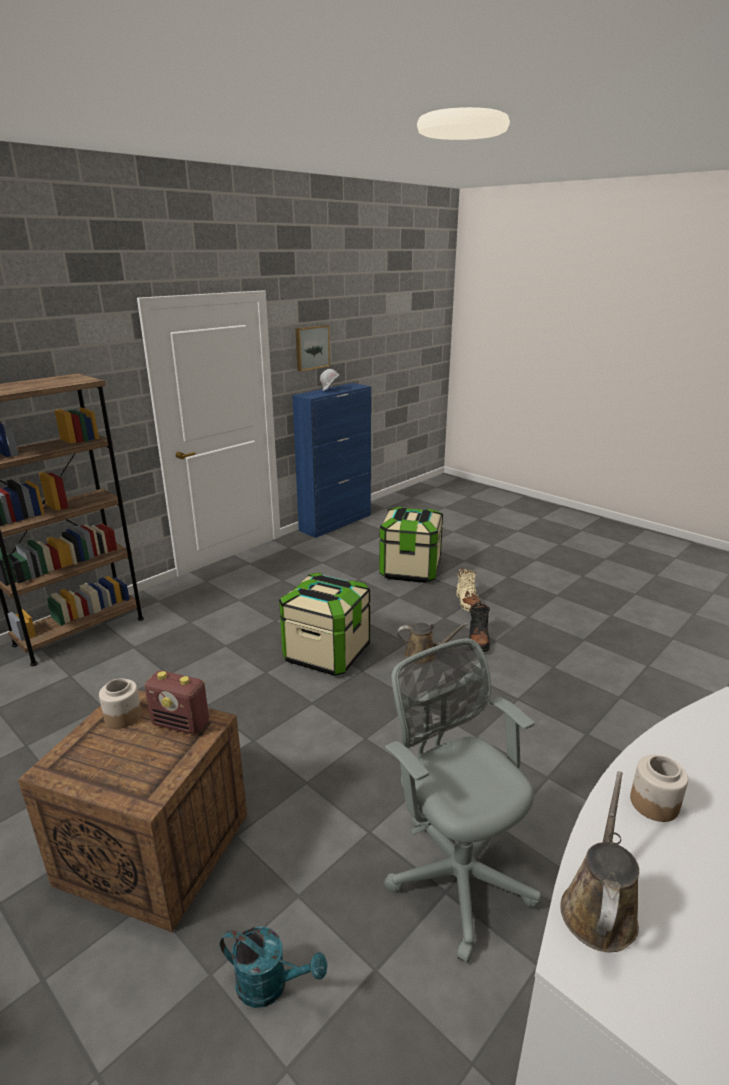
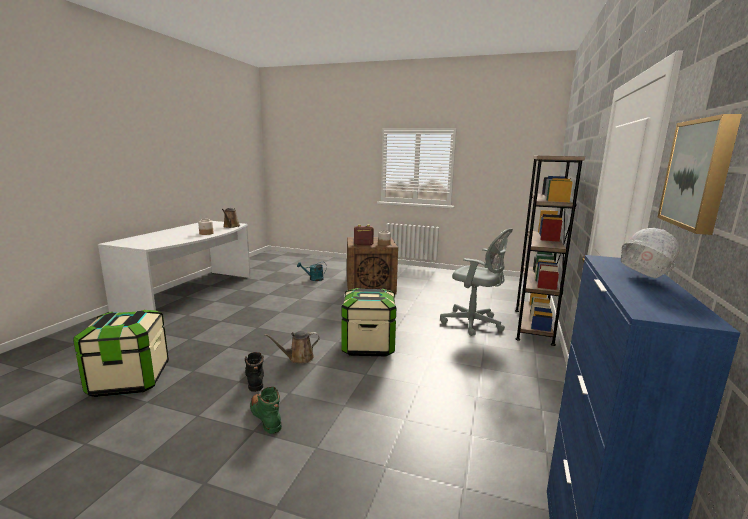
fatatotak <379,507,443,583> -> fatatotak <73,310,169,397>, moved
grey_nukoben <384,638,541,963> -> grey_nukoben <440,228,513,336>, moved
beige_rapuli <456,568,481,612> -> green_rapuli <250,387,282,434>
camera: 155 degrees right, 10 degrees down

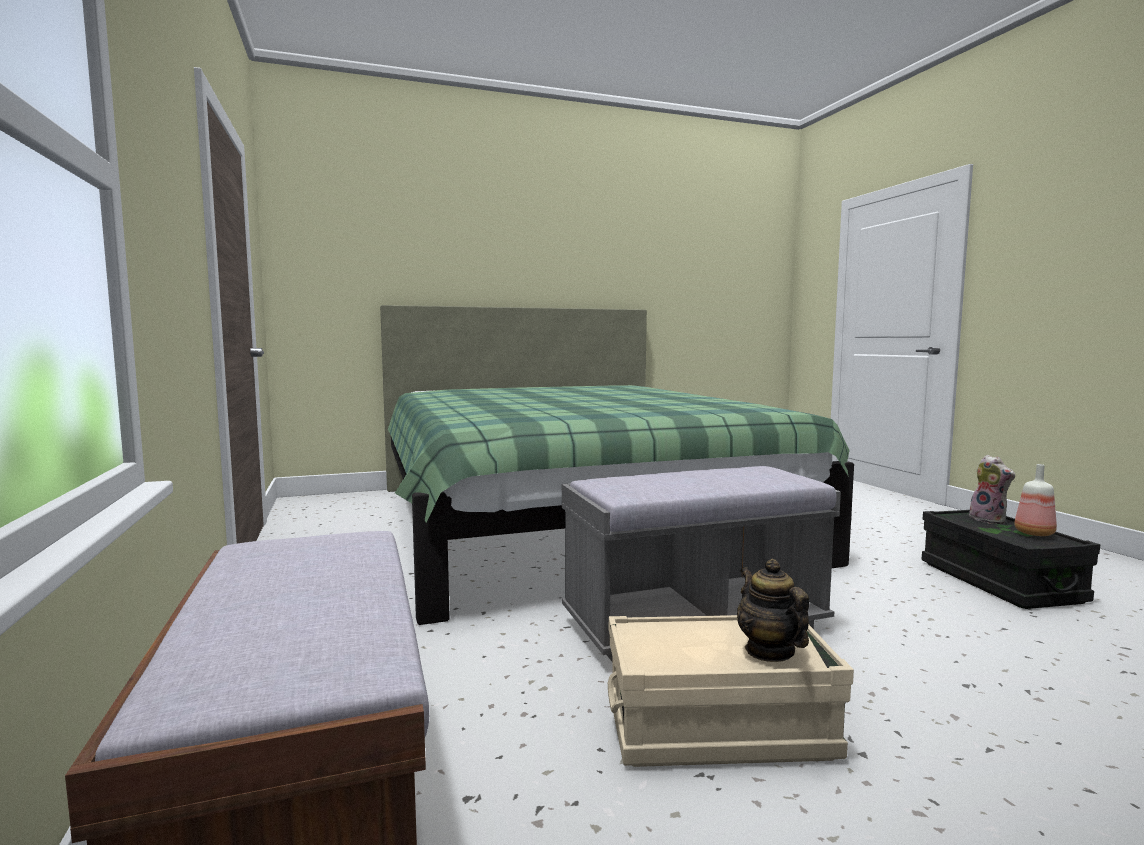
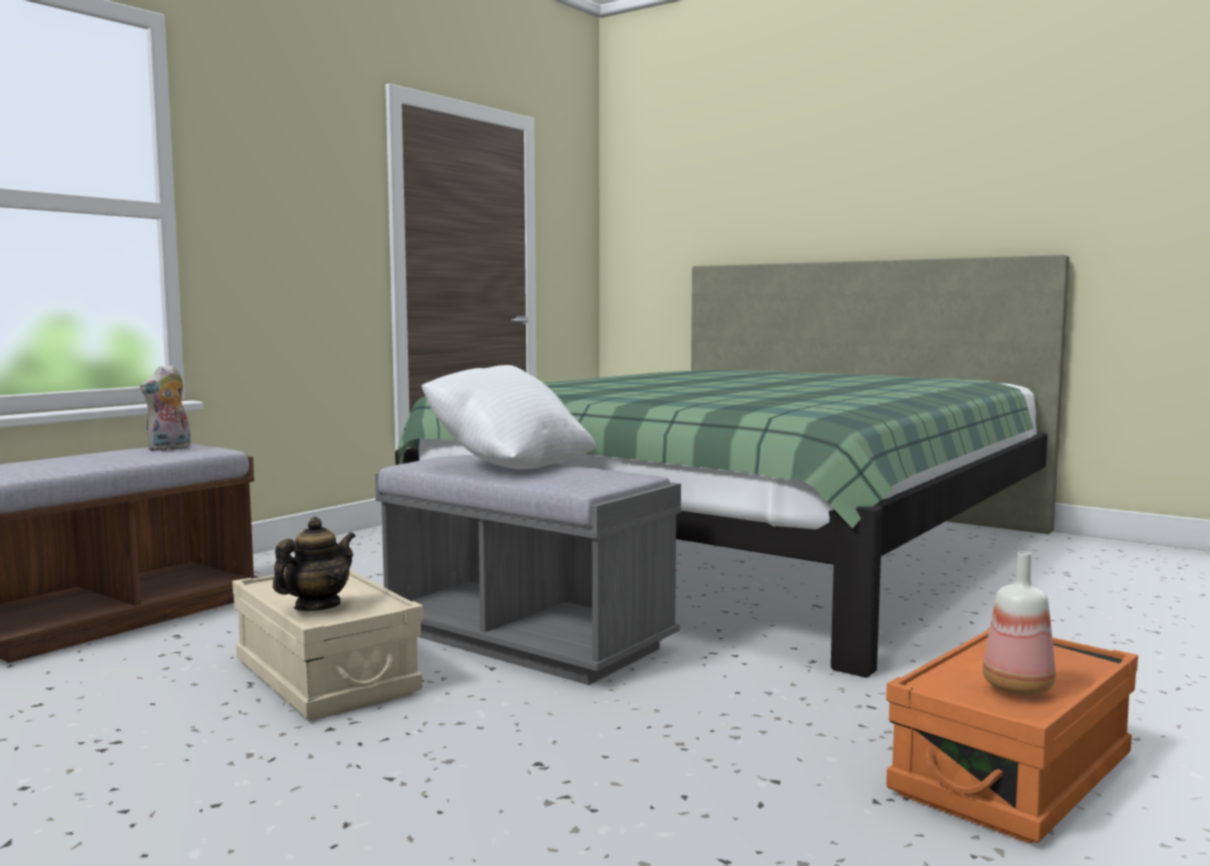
none -> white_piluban <421,365,596,469>
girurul <964,455,1015,524> -> girurul <140,365,191,451>, moved
black_fatatotak <922,510,1100,609> -> orange_fatatotak <886,627,1138,843>
camera: 55 degrees right, 0 degrees up

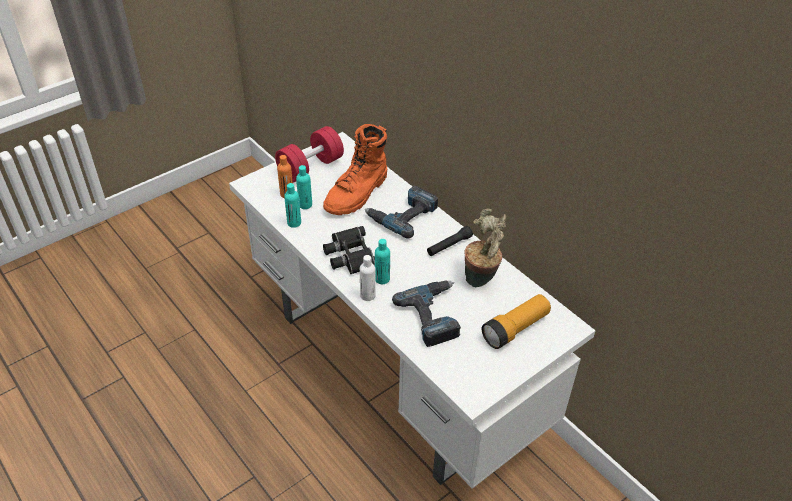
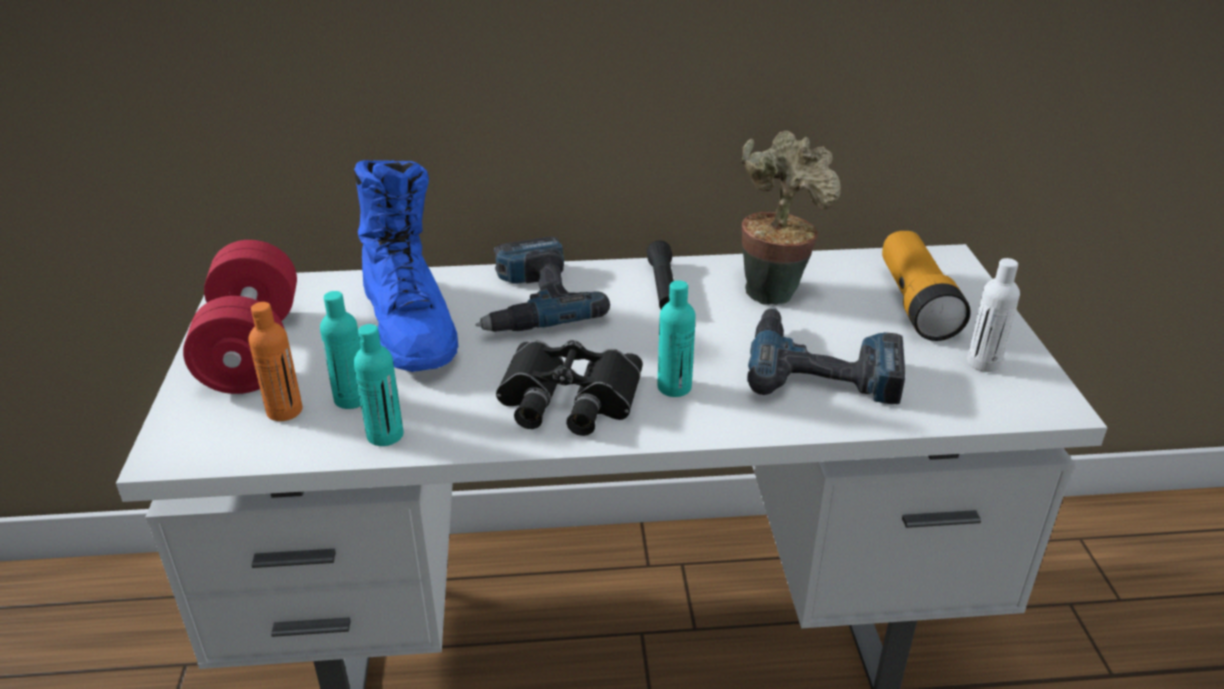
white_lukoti <360,255,376,301> -> white_lukoti <967,258,1020,372>, moved
orange_rapuli <323,124,387,215> -> blue_rapuli <354,160,458,372>
camera: 55 degrees left, 10 degrees down

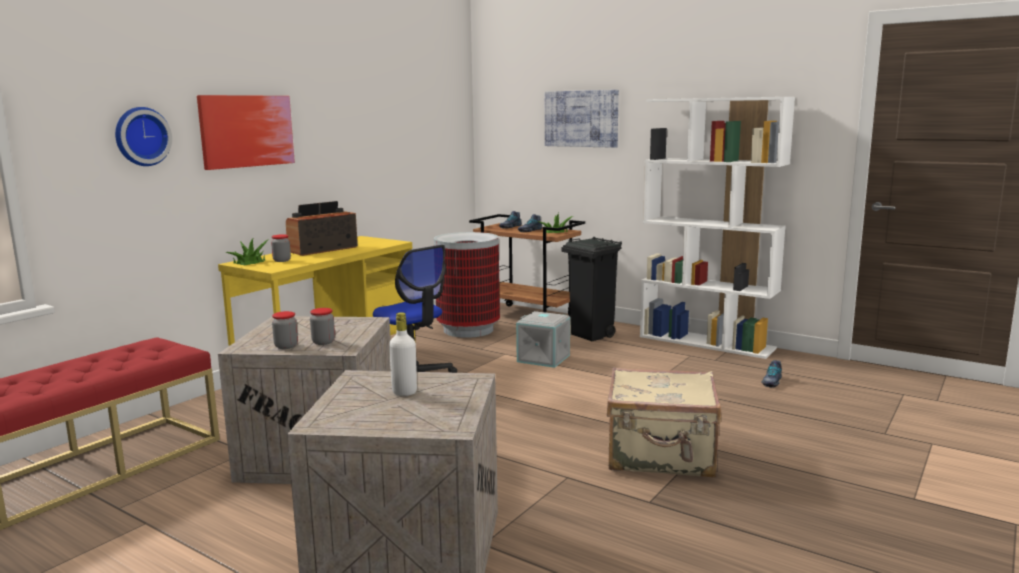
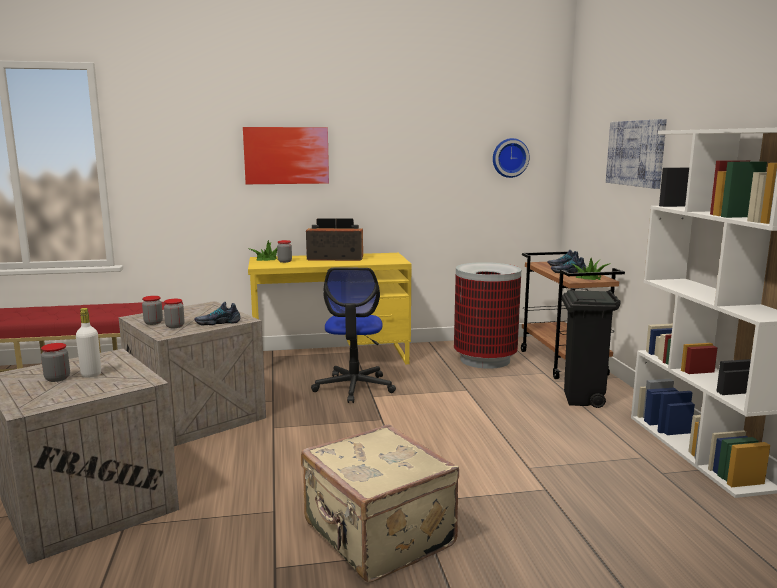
grey_fatatotak <516,311,570,368> -> none
none -> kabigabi <41,343,70,382>
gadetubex <115,107,172,166> -> gadetubex <493,138,530,178>, moved
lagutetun <762,360,782,388> -> lagutetun <194,302,241,325>, moved
camera: 45 degrees right, 0 degrees up

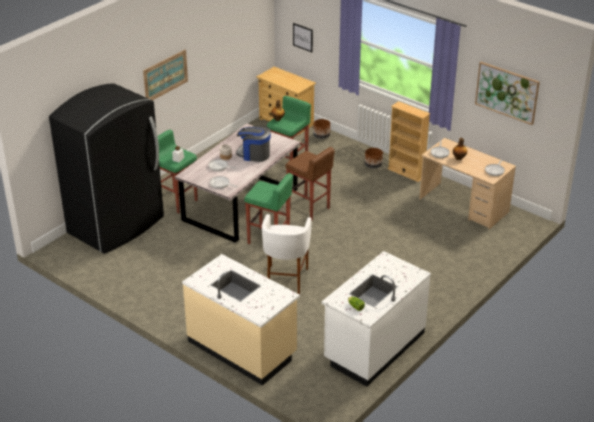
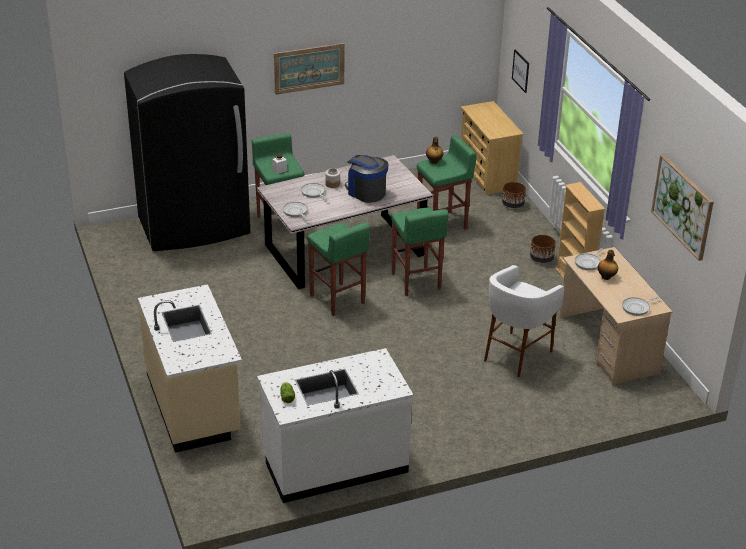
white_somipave <262,214,312,295> -> white_somipave <484,265,564,377>, moved
brown_somipave <285,147,334,220> -> green_somipave <391,207,448,296>
camera: 30 degrees right, 0 degrees up

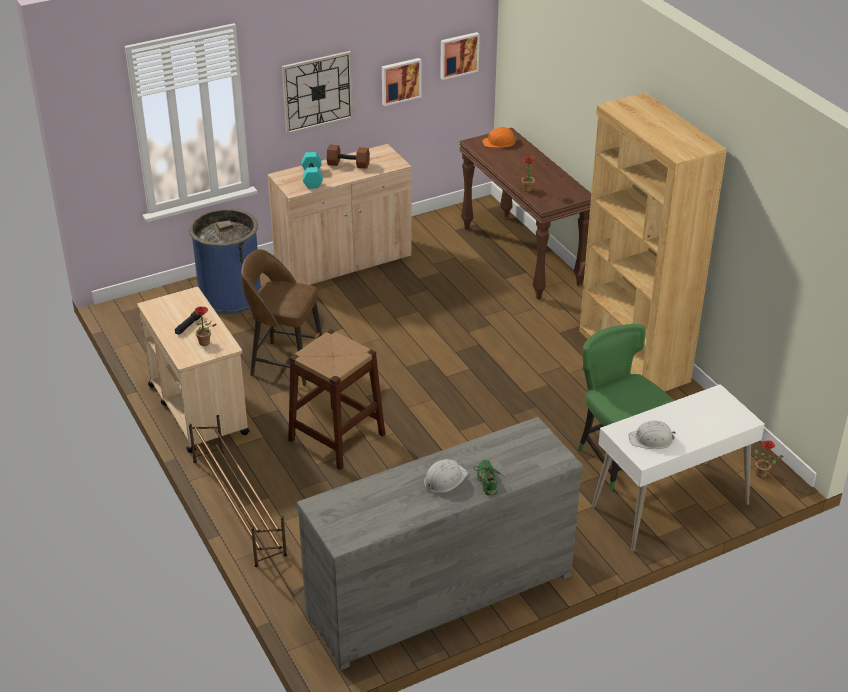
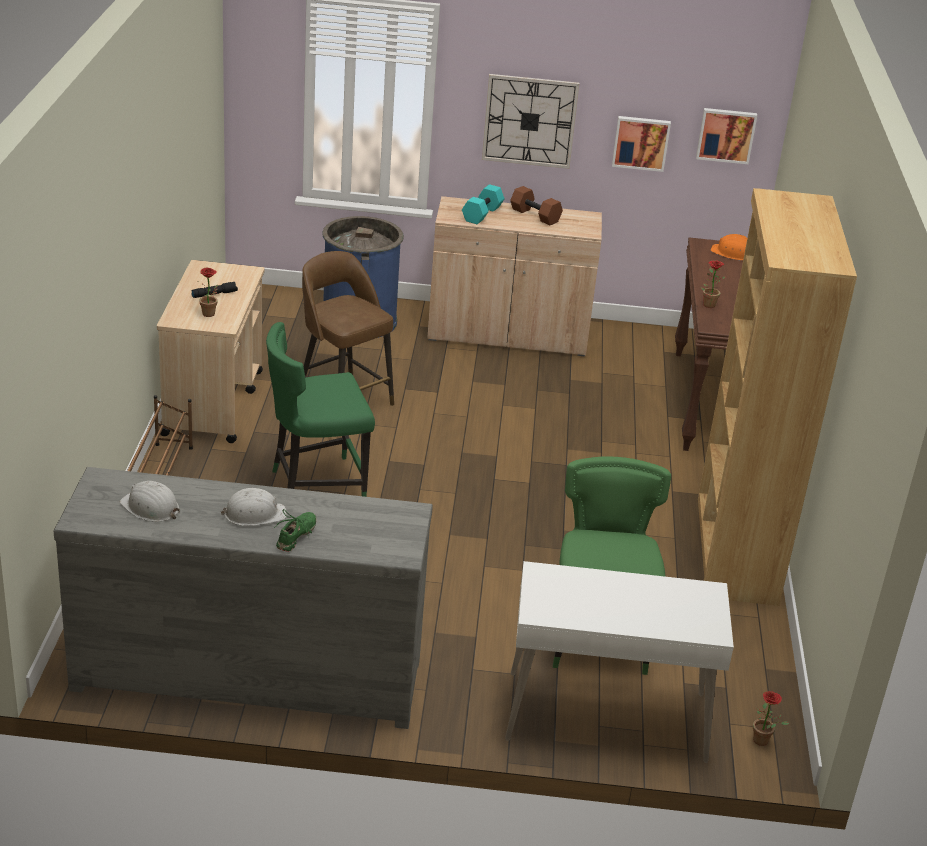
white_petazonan <629,421,676,449> -> white_petazonan <120,481,180,522>, moved
brown_somipave <288,329,386,470> -> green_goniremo <266,322,375,497>
camera: 30 degrees right, 5 degrees down

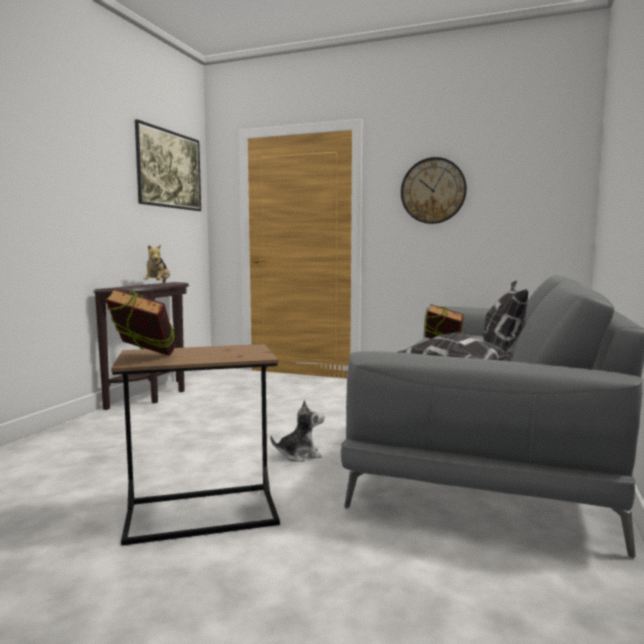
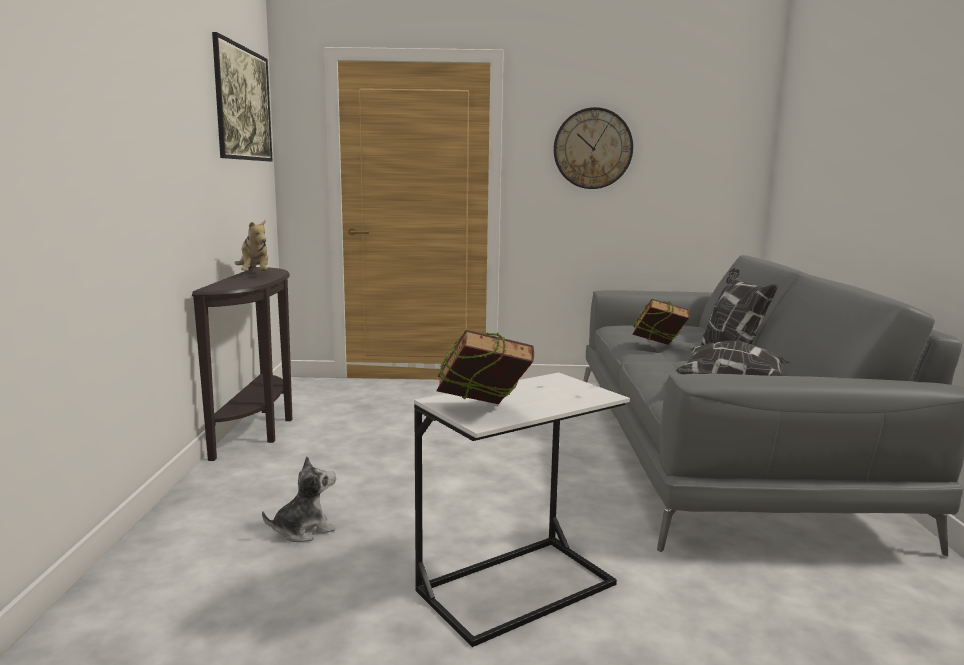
girurul <271,400,324,462> -> girurul <262,456,336,542>, moved
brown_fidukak <111,344,280,546> -> white_fidukak <414,372,630,647>
camera: 20 degrees left, 5 degrees up

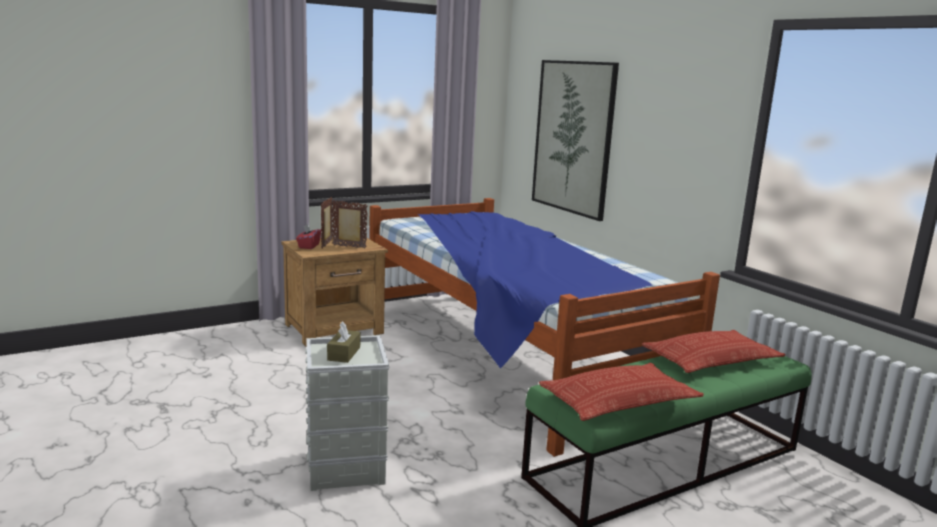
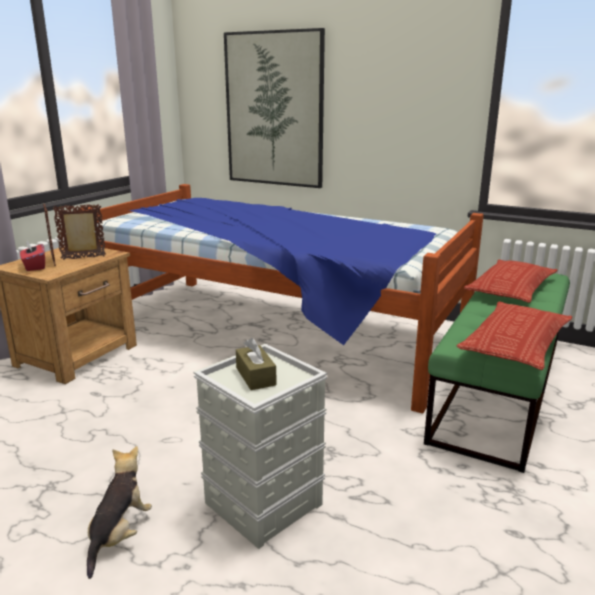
none -> girurul <87,446,152,579>
camera: 30 degrees left, 5 degrees up

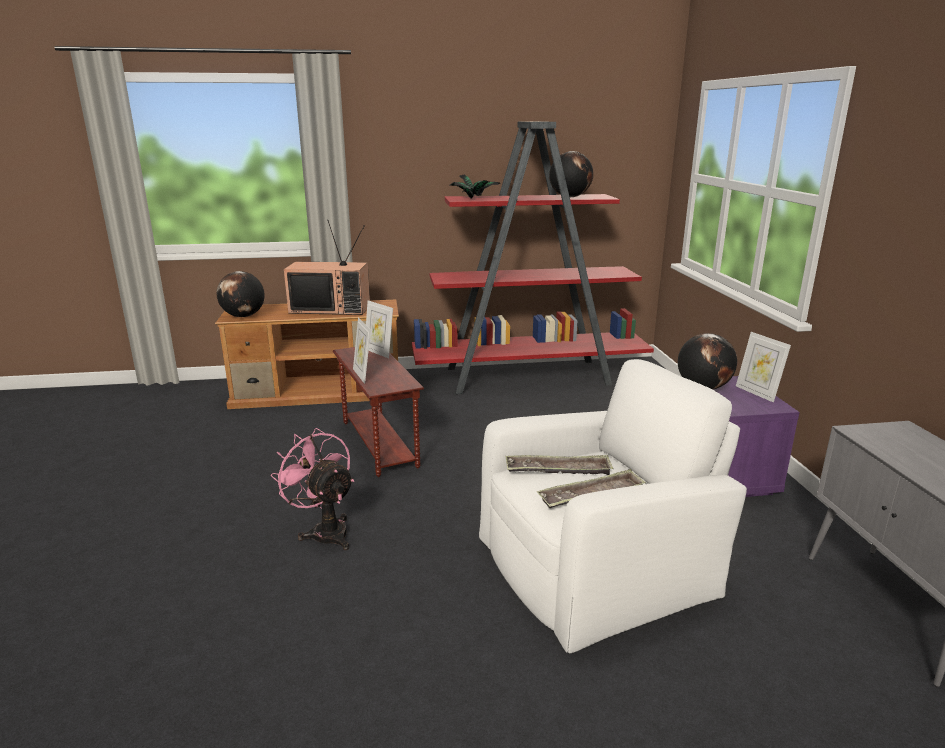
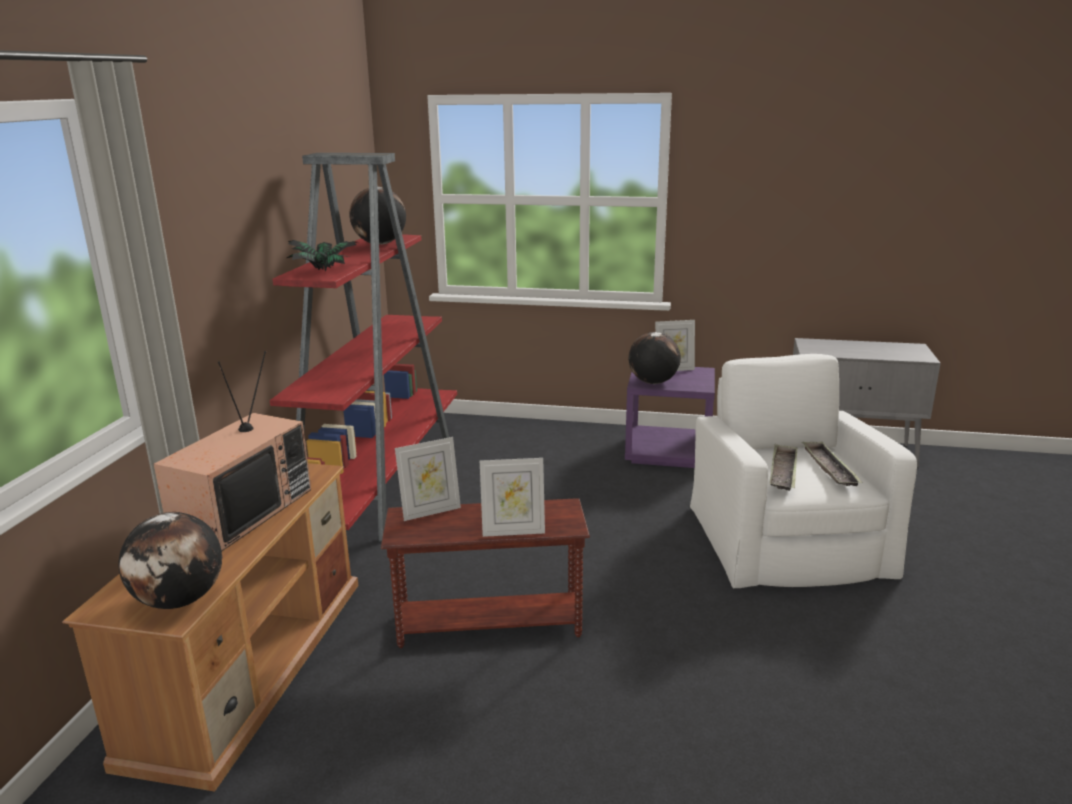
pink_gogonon <271,428,354,550> -> none
camera: 70 degrees left, 0 degrees up

